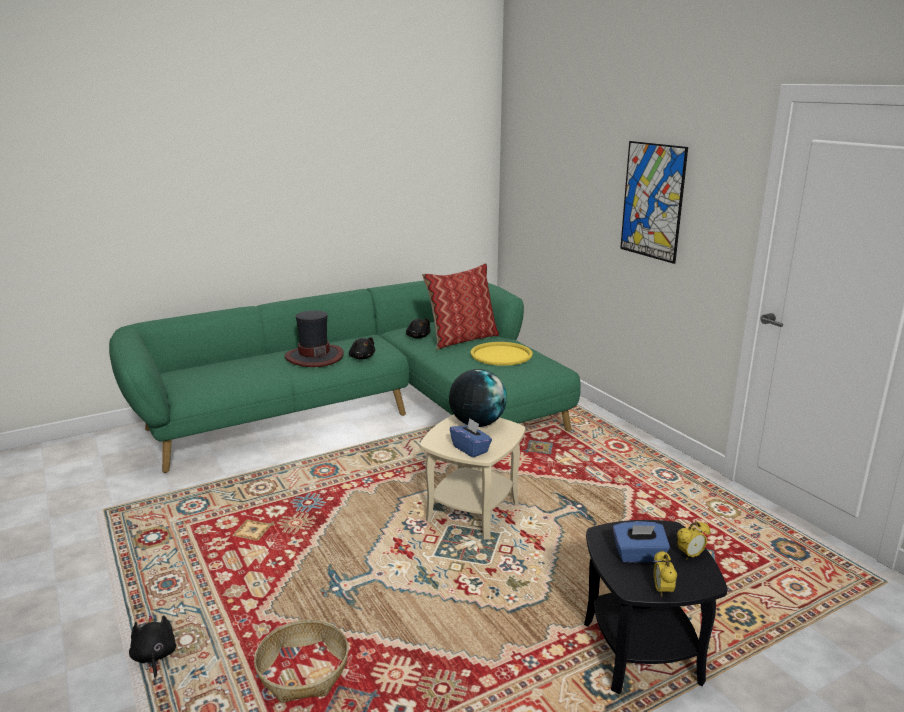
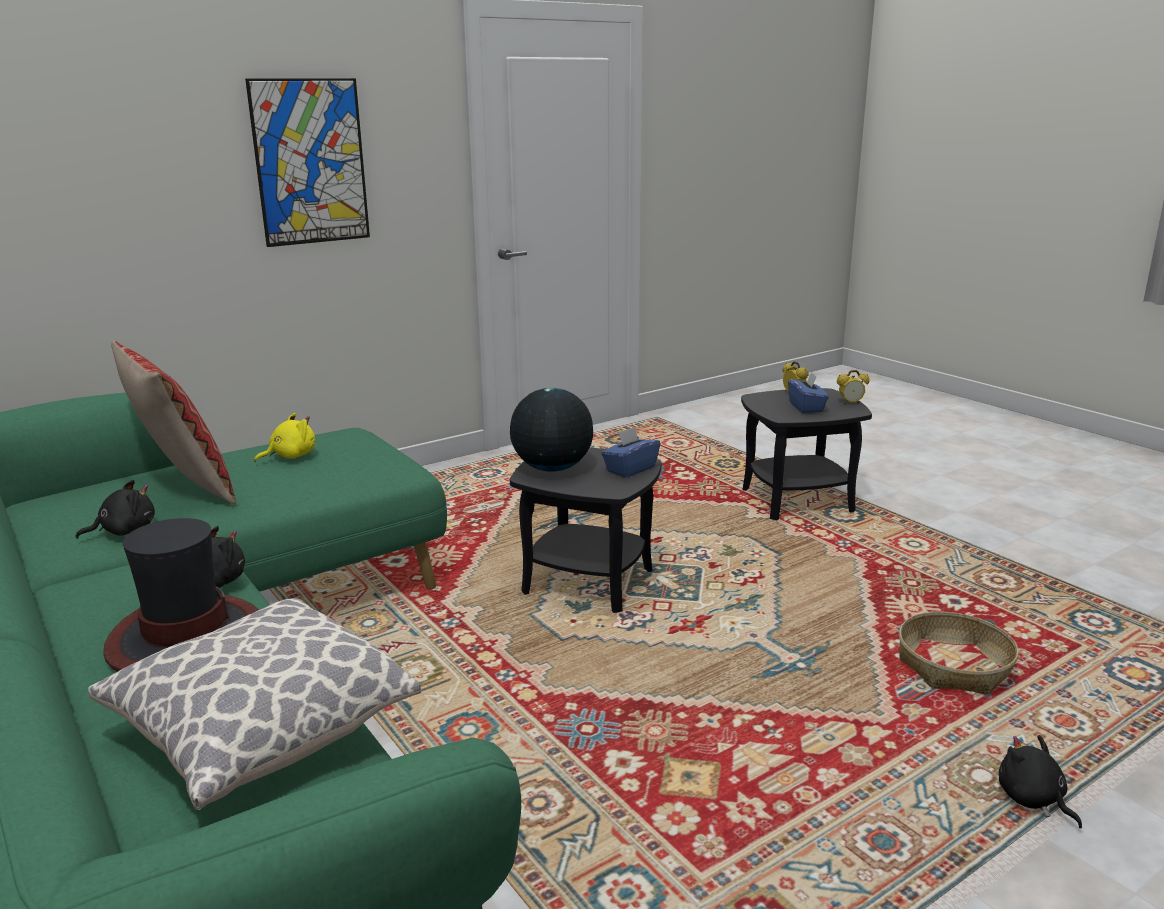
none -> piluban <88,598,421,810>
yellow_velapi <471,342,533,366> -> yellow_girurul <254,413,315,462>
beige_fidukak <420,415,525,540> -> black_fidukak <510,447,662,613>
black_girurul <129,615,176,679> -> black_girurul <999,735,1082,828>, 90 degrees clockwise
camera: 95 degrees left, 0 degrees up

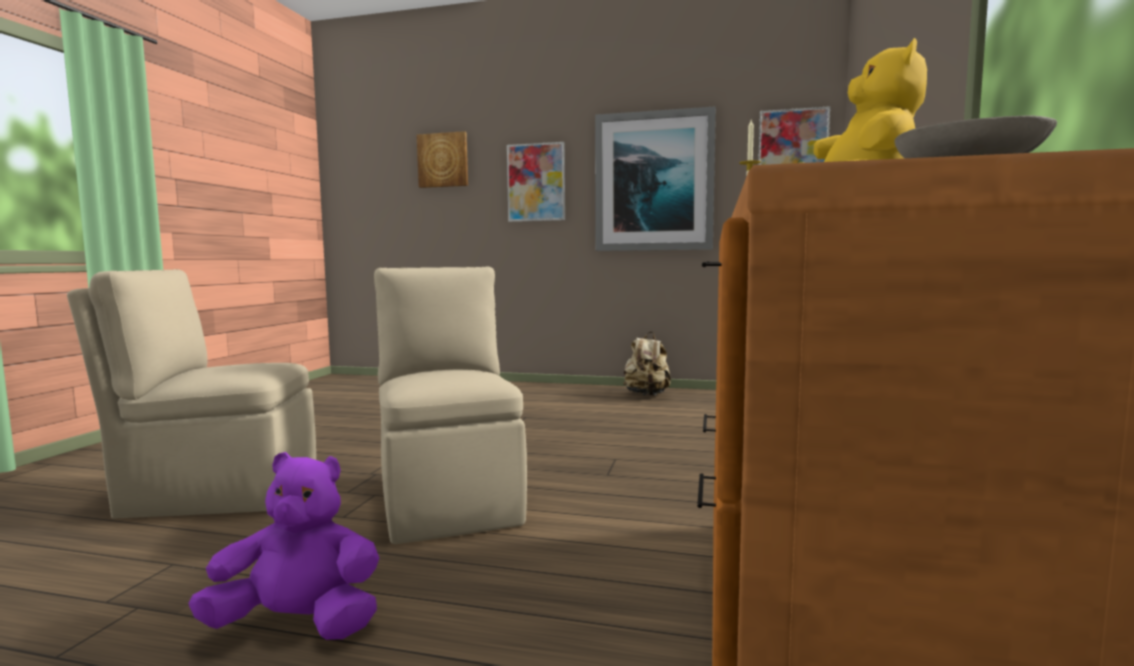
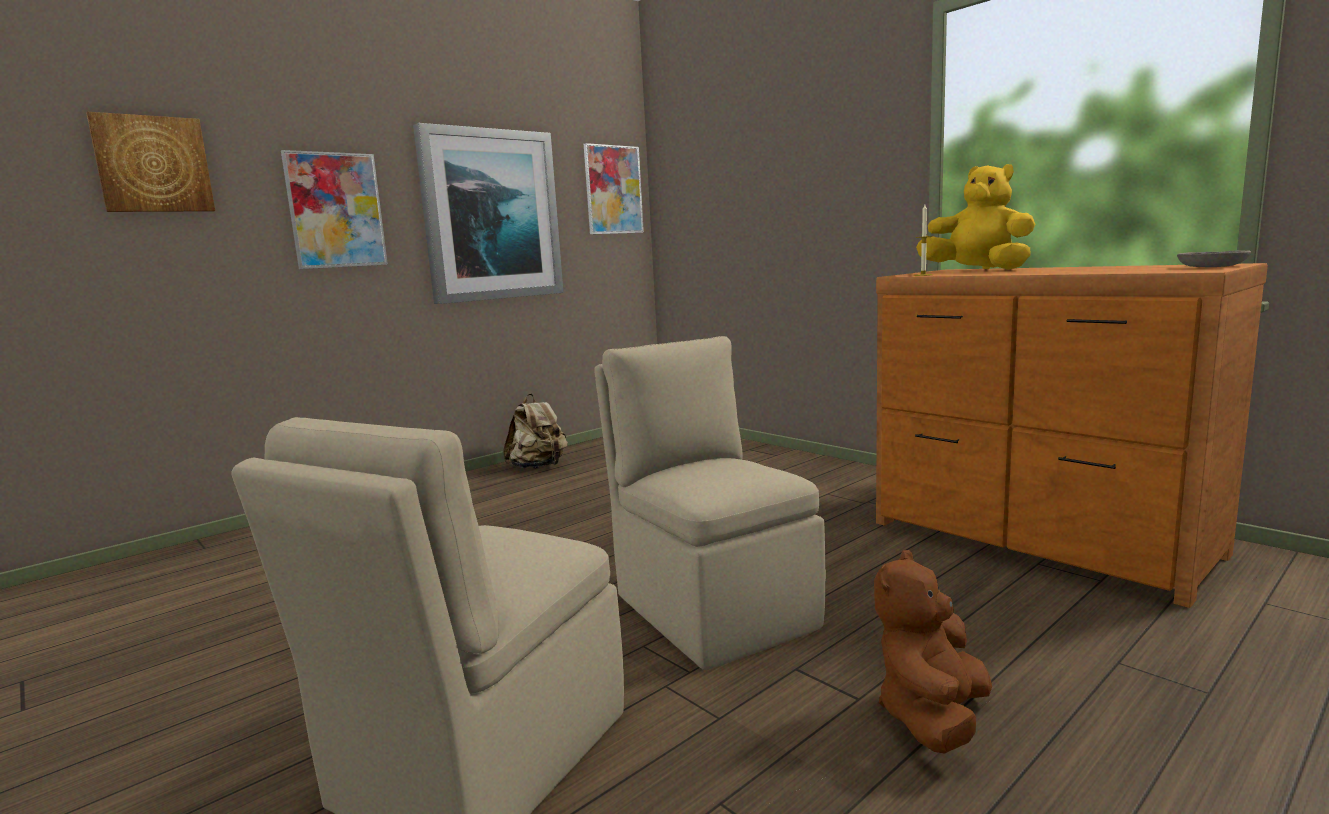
purple_girurul <188,452,379,640> -> brown_girurul <874,550,992,753>
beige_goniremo <374,267,527,544> -> beige_goniremo <594,336,826,670>, 45 degrees clockwise
camera: 55 degrees left, 5 degrees up

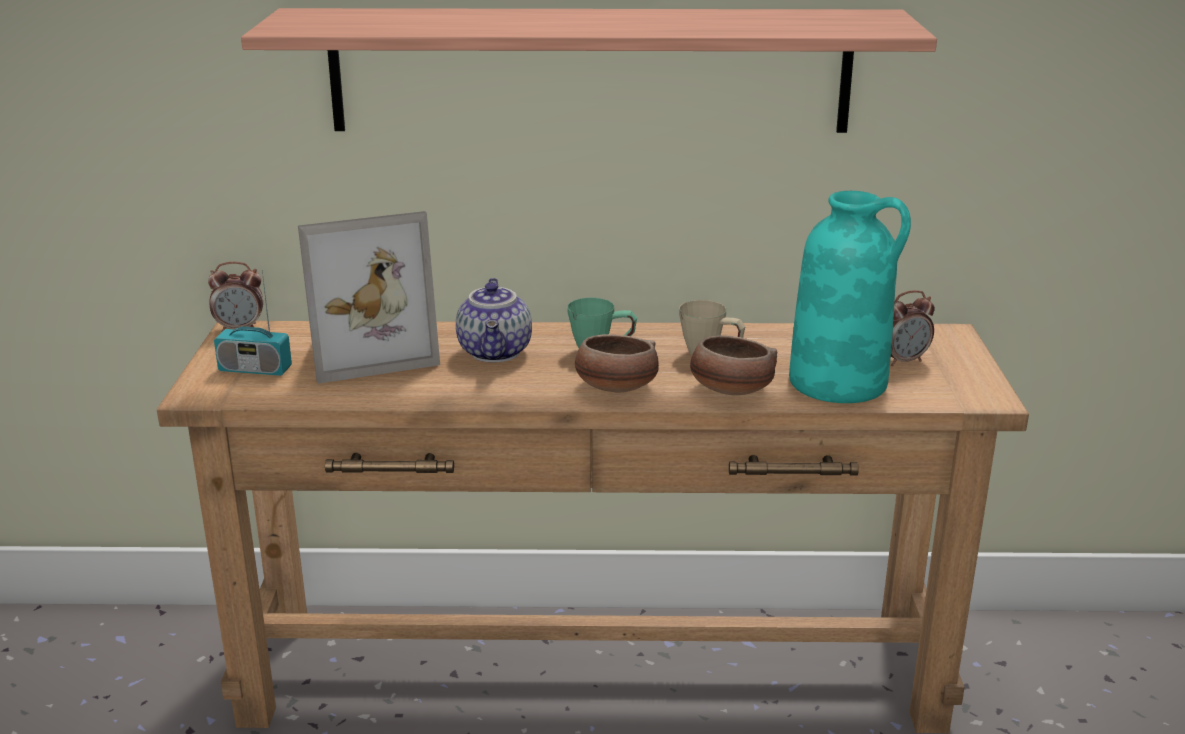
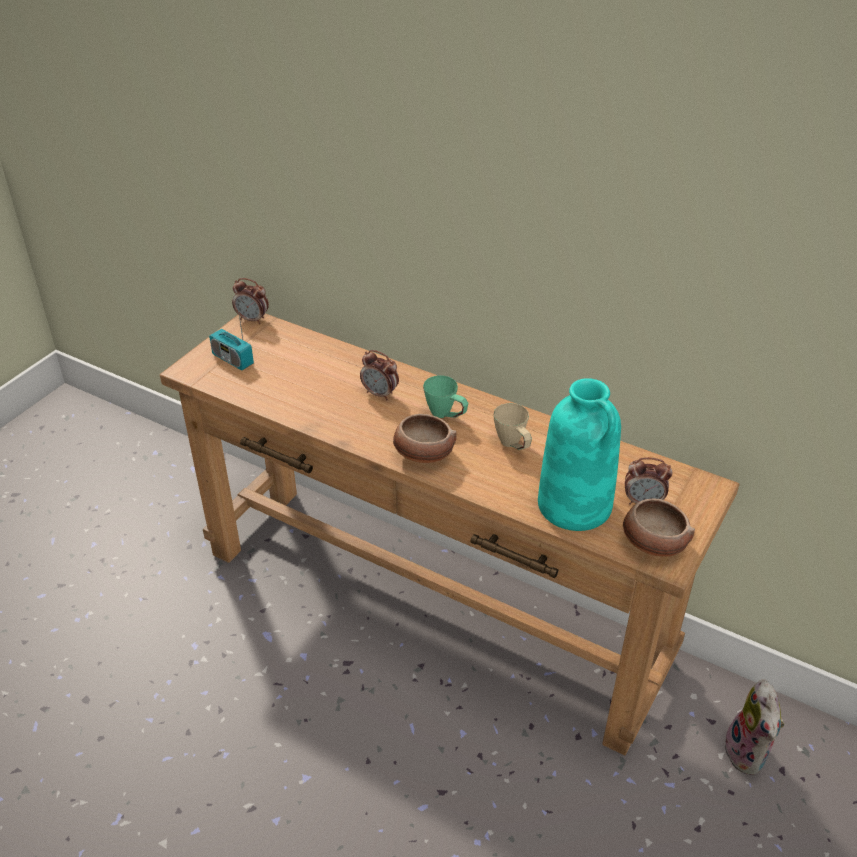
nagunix <241,8,937,133> -> none
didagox <298,211,440,384> -> none
none -> girurul <724,679,784,775>
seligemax <690,335,777,395> -> seligemax <623,498,695,557>, moved
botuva <456,278,532,362> -> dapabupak <360,350,399,400>
camera: 30 degrees right, 15 degrees up

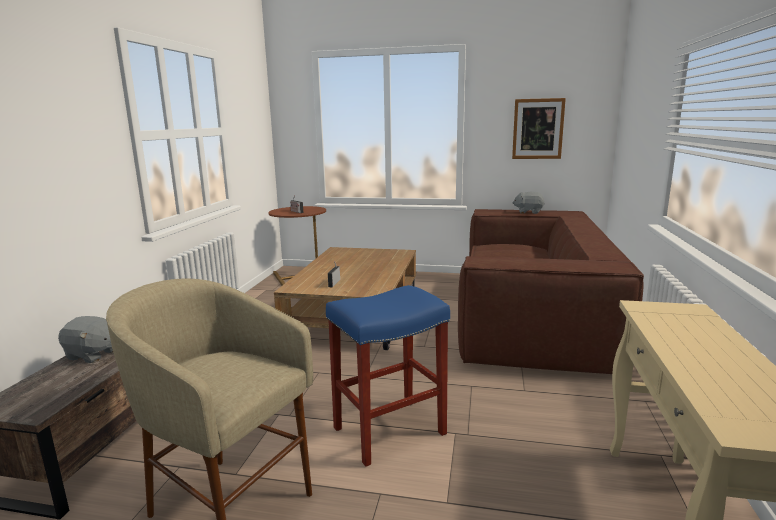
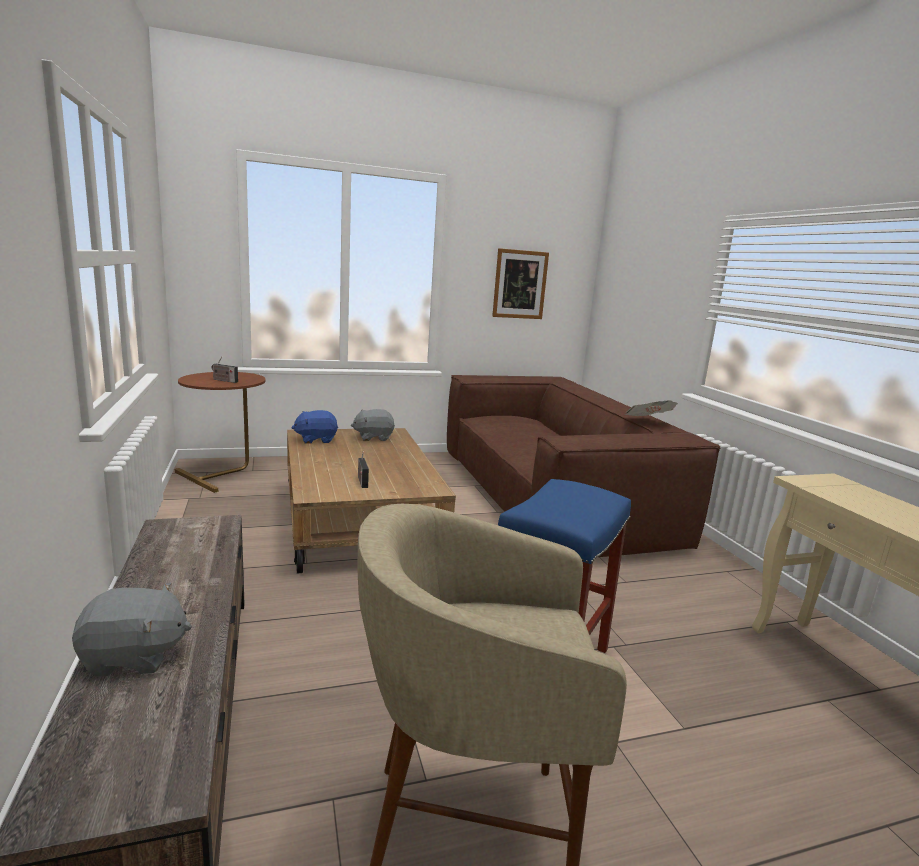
none -> blue_girurul <291,410,338,444>
none -> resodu <625,400,678,416>
grey_girurul <512,191,545,214> -> grey_girurul <351,409,395,441>, moved
camera: 30 degrees left, 0 degrees up

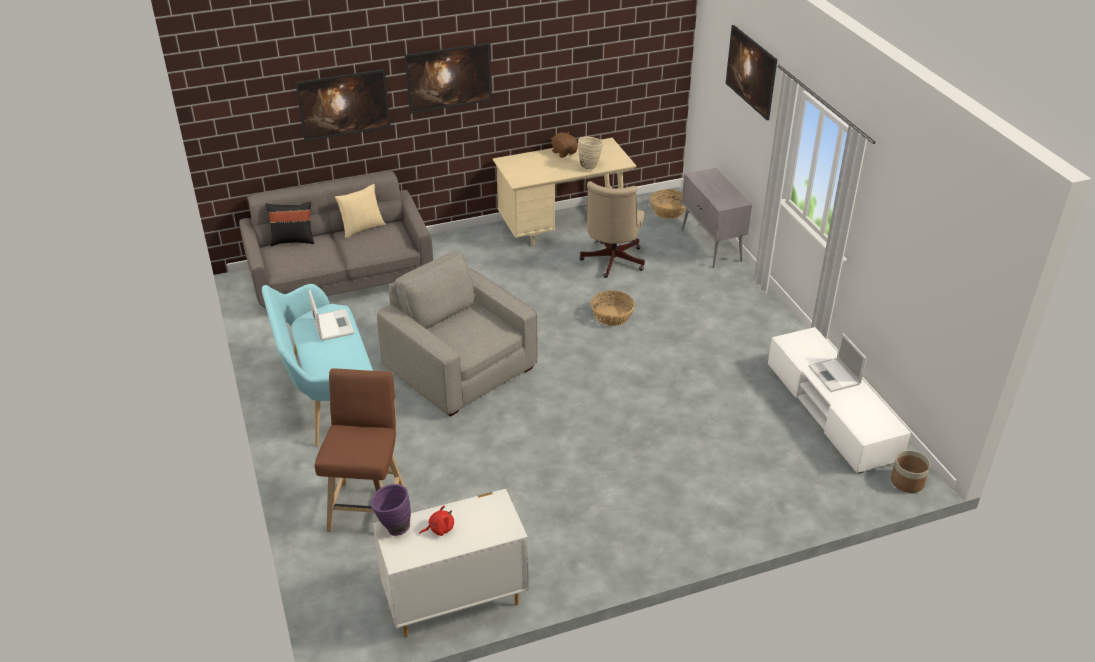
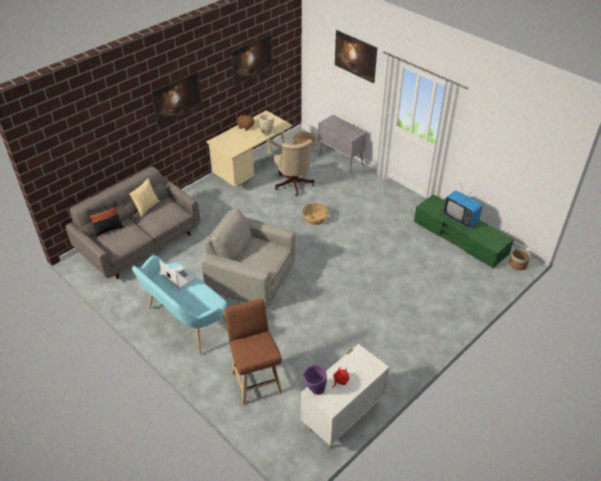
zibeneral <295,69,390,141> -> zibeneral <231,34,273,86>, moved
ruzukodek <809,333,867,392> -> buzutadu <443,185,482,228>
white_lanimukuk <768,327,911,474> -> green_lanimukuk <414,194,514,268>
camera: 25 degrees left, 5 degrees up

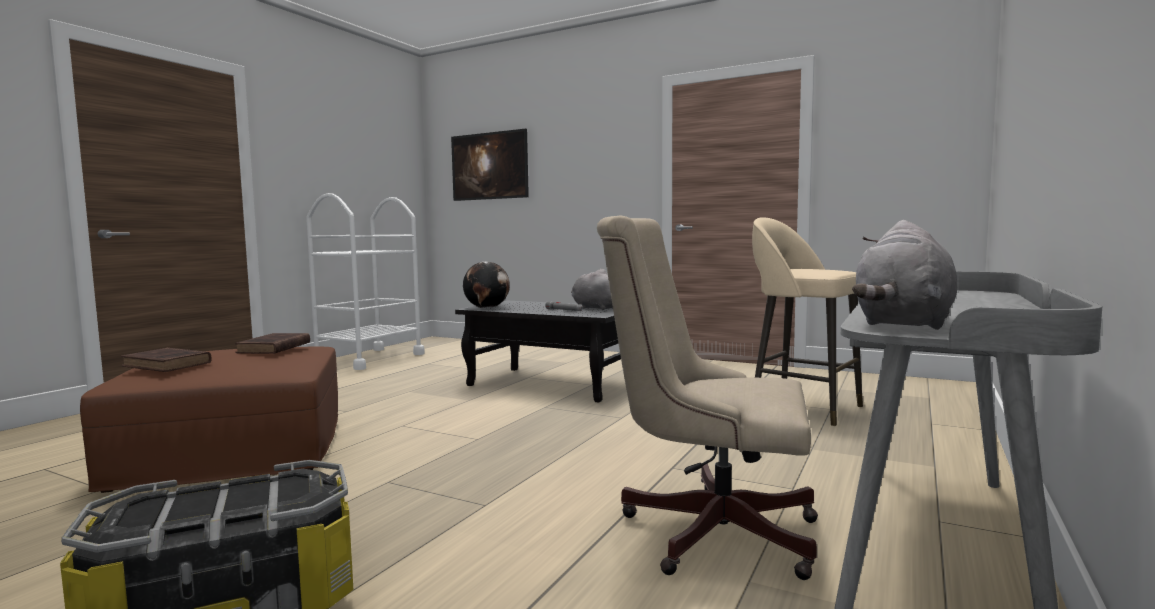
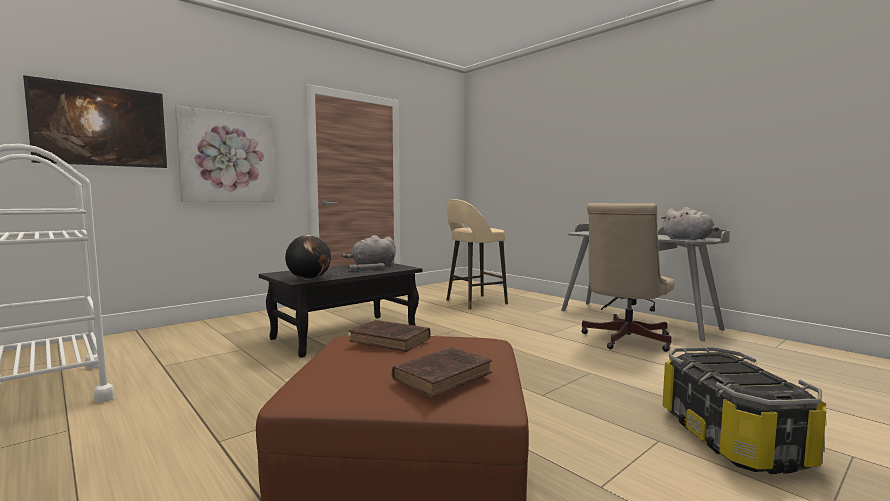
none -> zibeneral <175,106,275,202>
camera: 70 degrees left, 0 degrees up

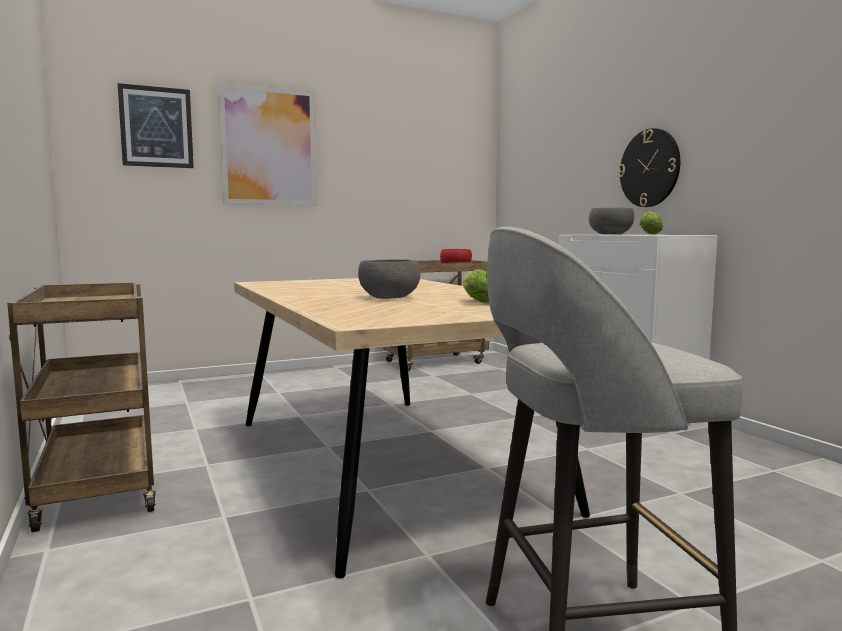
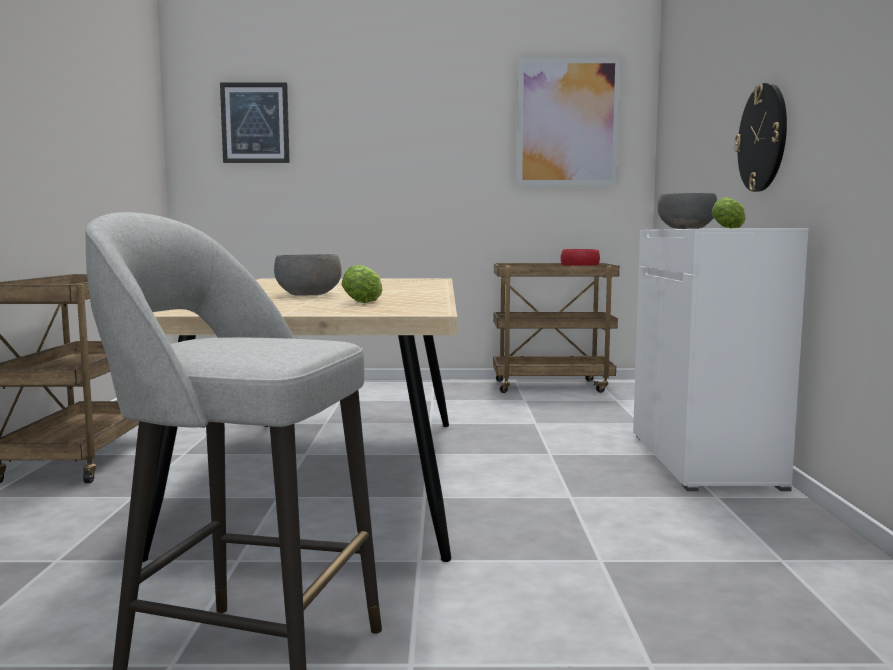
zibeneral <218,82,317,206> -> zibeneral <517,57,621,186>, moved
camera: 25 degrees right, 0 degrees up

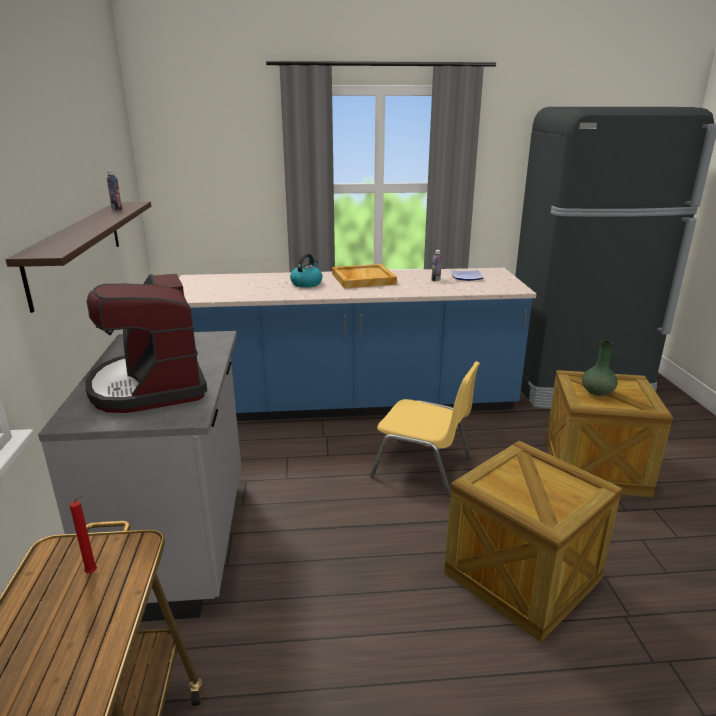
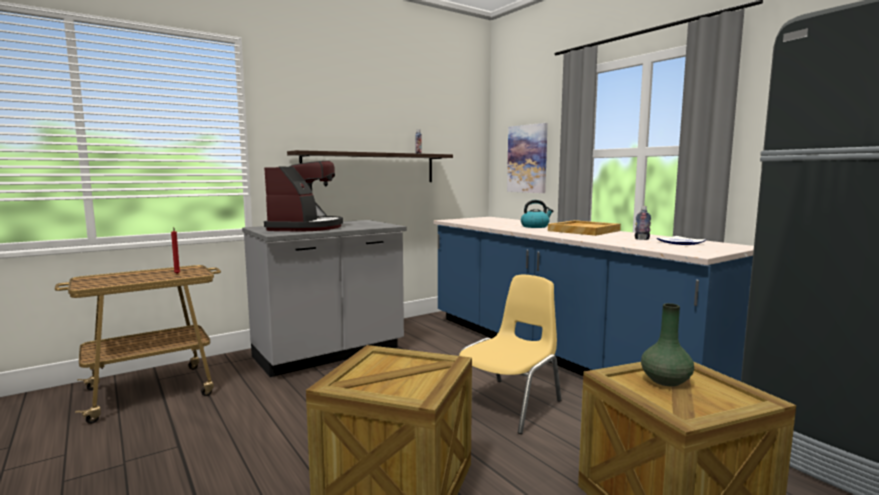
none -> zibeneral <507,123,548,193>
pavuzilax <85,274,207,413> -> pavuzilax <264,161,343,232>, 150 degrees clockwise
yellow_goniremo <370,361,480,497> -> yellow_goniremo <459,275,561,434>, 135 degrees counterclockwise
camera: 60 degrees right, 15 degrees down

